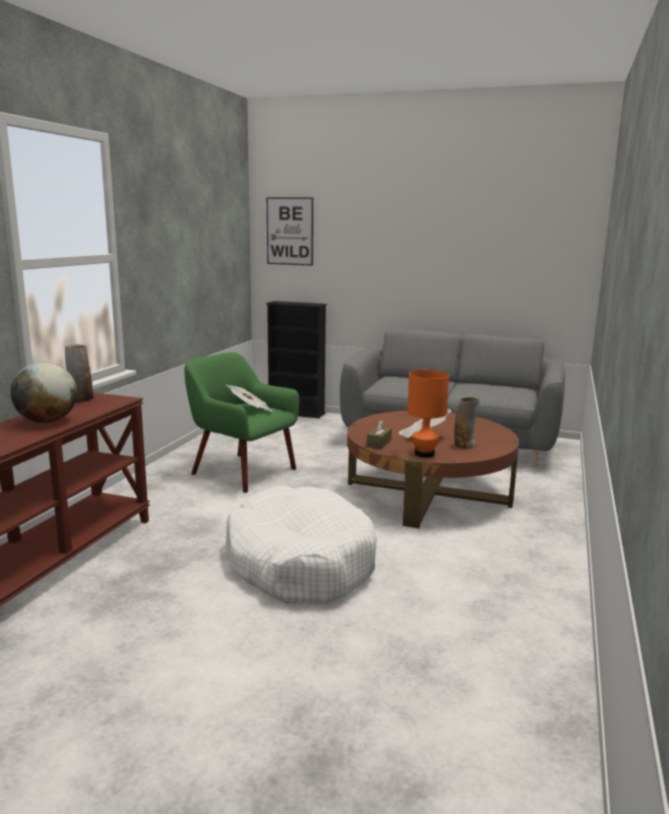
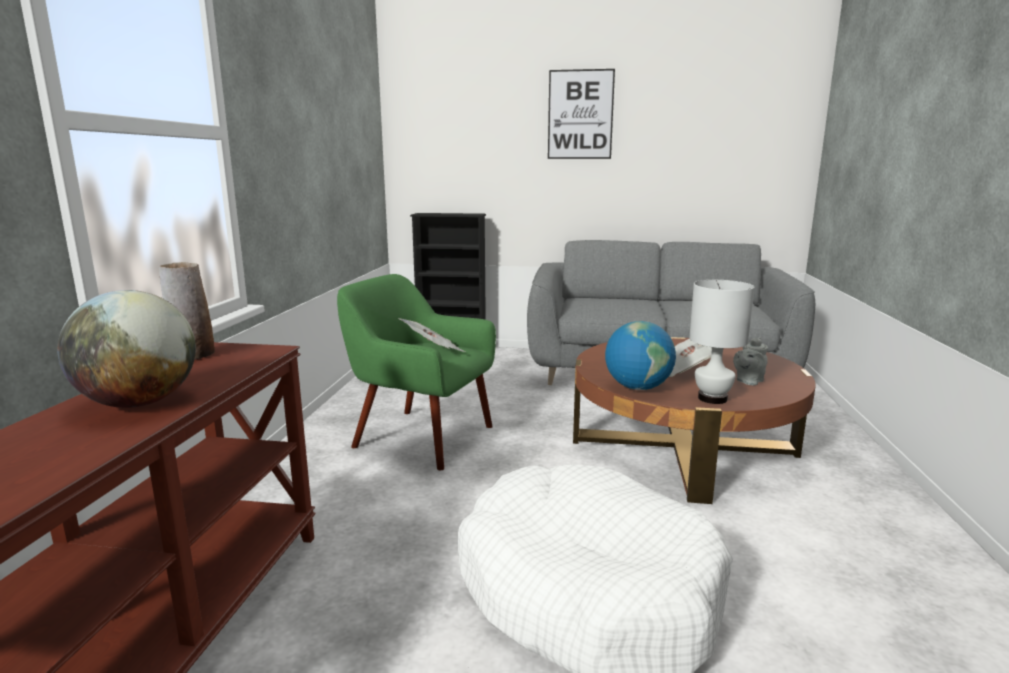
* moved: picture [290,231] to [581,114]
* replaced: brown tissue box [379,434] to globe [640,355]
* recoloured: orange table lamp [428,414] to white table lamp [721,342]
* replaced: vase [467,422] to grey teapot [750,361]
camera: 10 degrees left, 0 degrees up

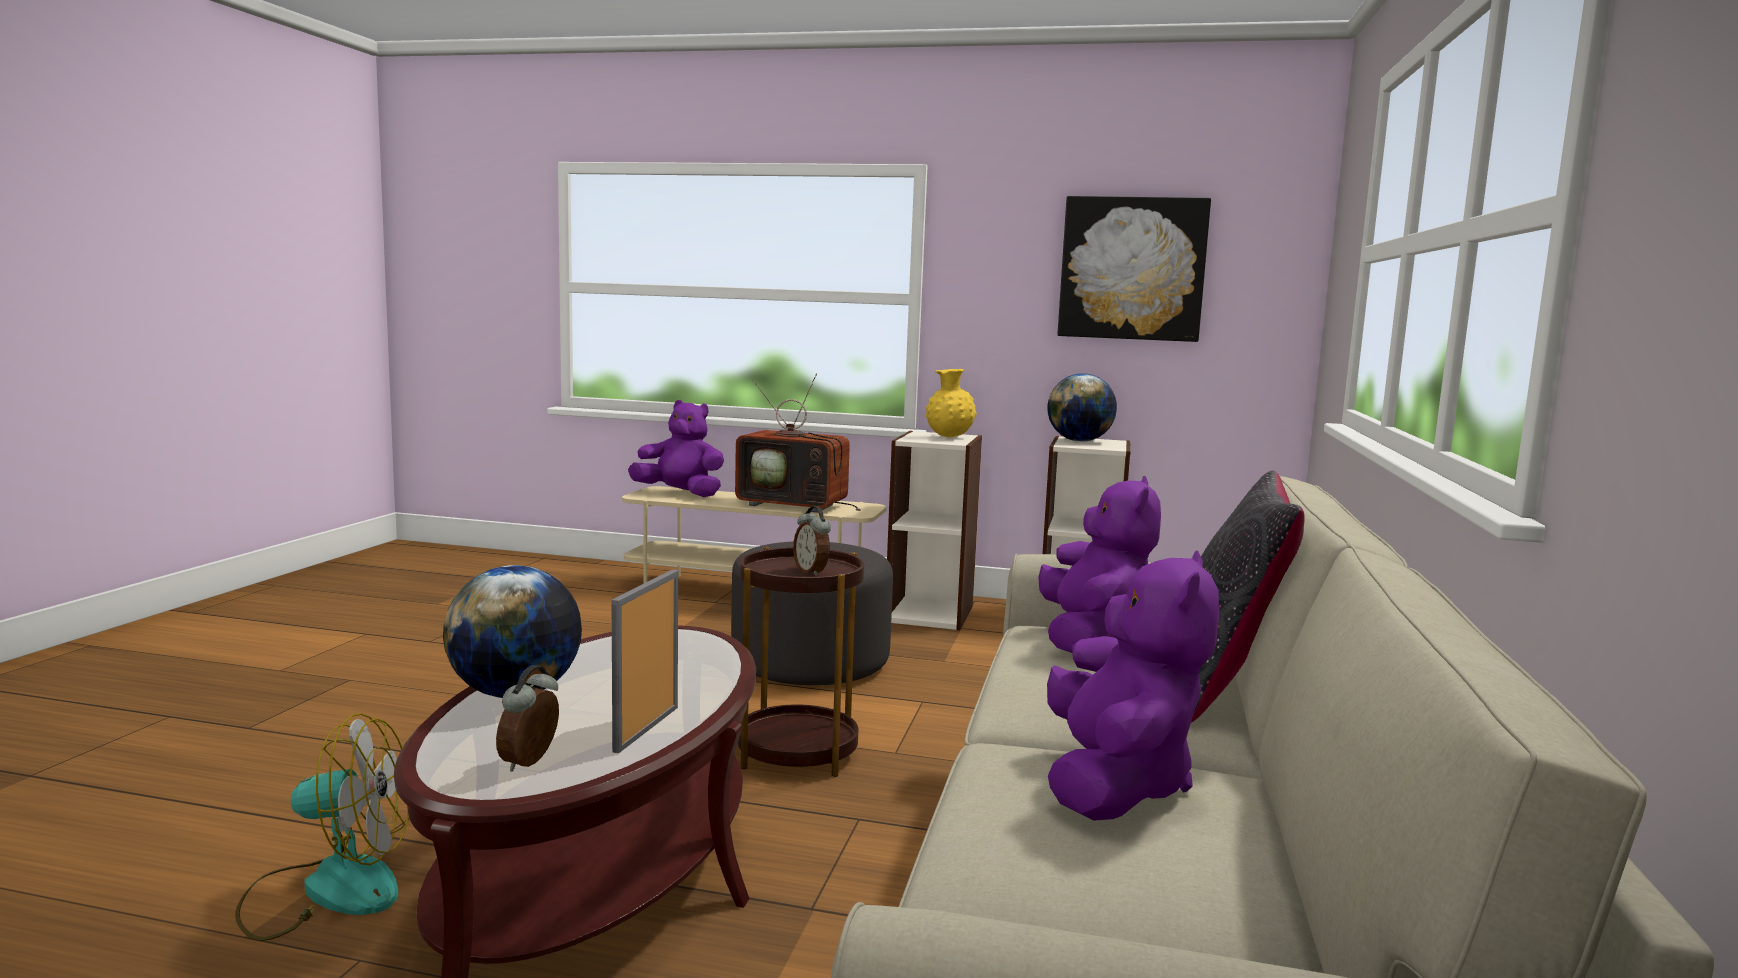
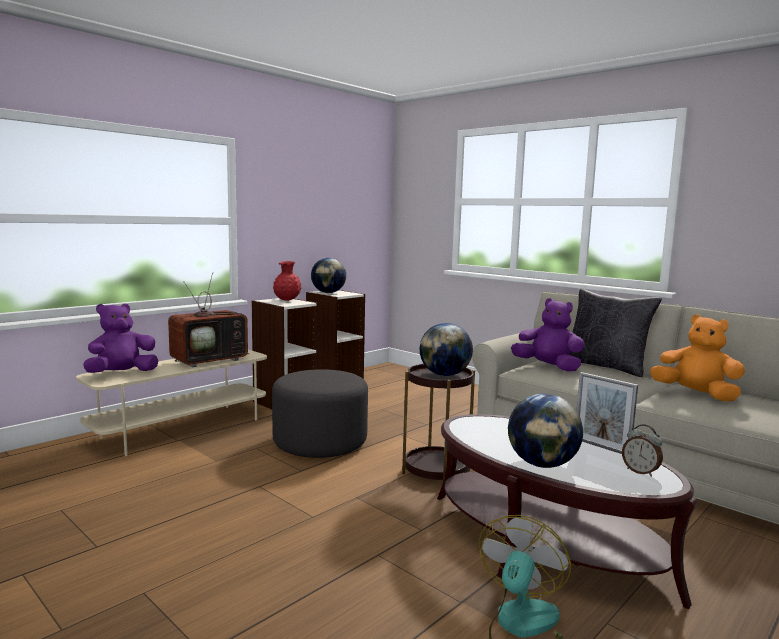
* replaced: alarm clock [812,541] to globe [446,349]
* recoloured: yellow vase [951,403] to red vase [287,281]
* recoloured: purple plush toy [1133,685] to orange plush toy [697,357]
* removed: picture [1134,269]
camera: 60 degrees left, 0 degrees up

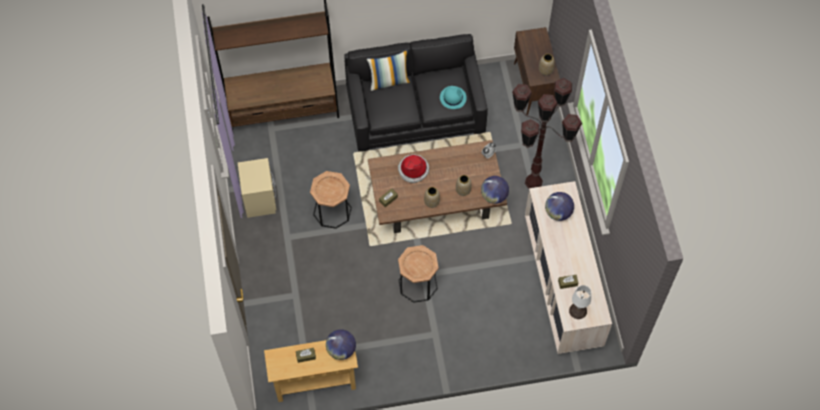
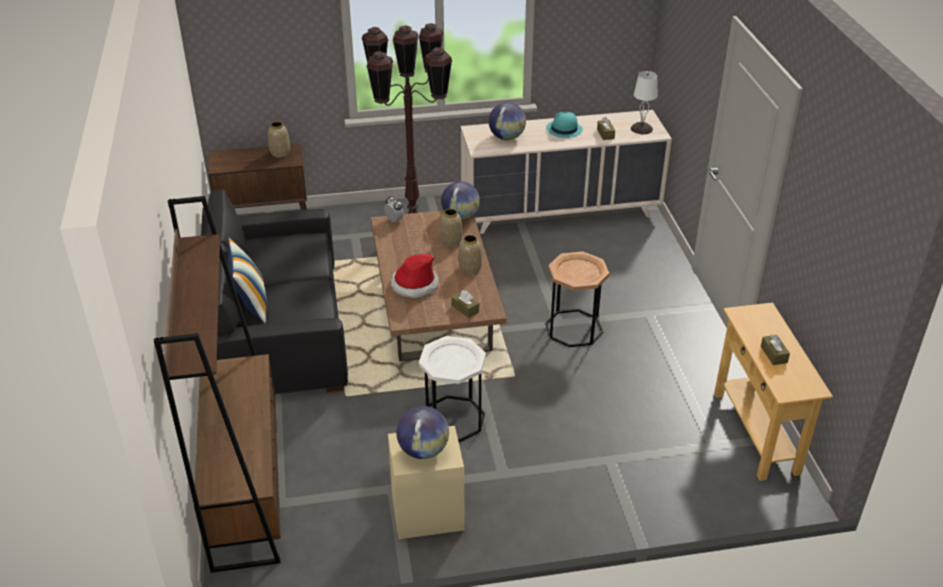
* recoloured: brown side table [331,200] to white side table [452,389]
* moved: globe [341,344] to [422,432]
* moved: turquoise hat [453,97] to [564,125]
camera: 90 degrees left, 25 degrees down

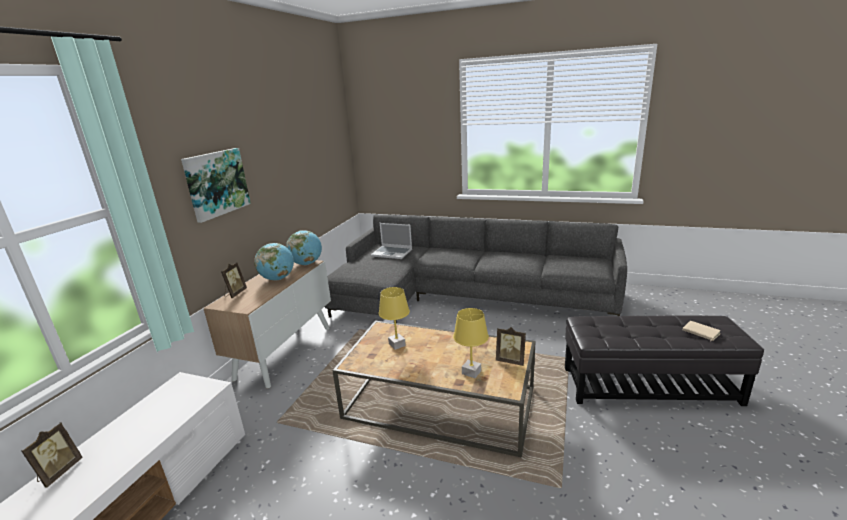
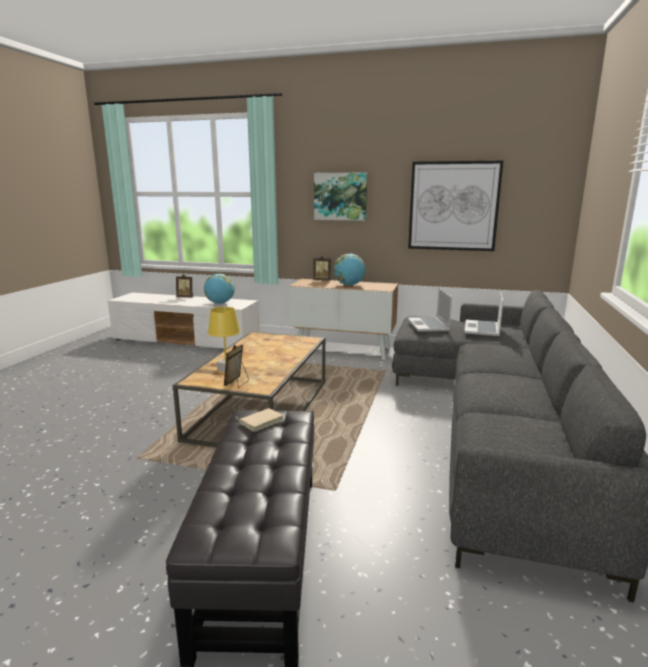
* moved: globe [304,247] to [219,289]
* removed: yellow table lamp [394,318]
* moved: beige book [702,331] to [260,420]
* added: picture [455,206]
* added: laptop [430,310]
camera: 85 degrees right, 5 degrees down

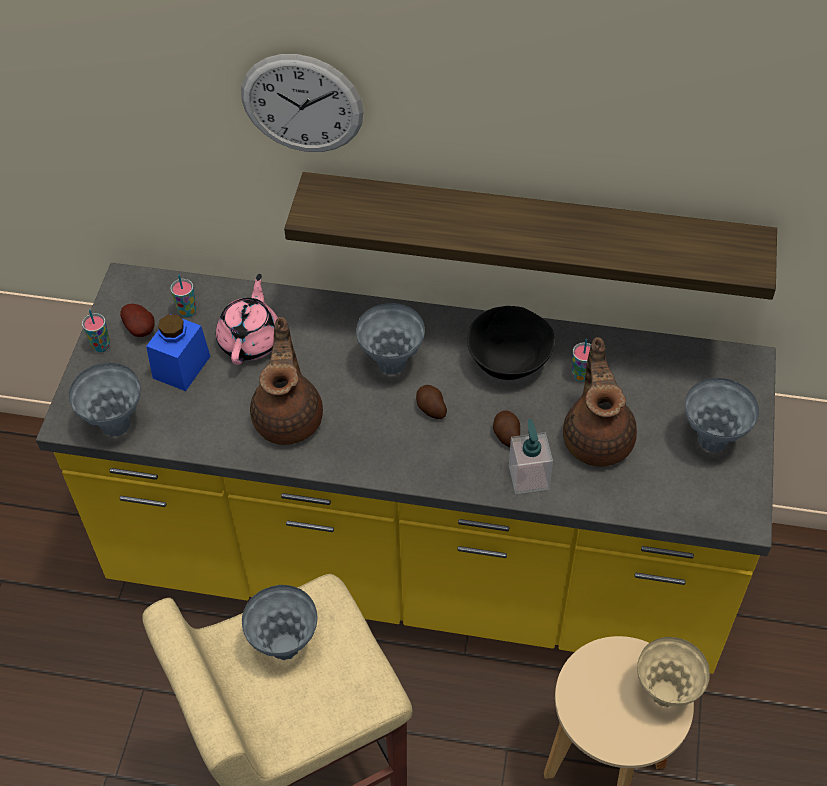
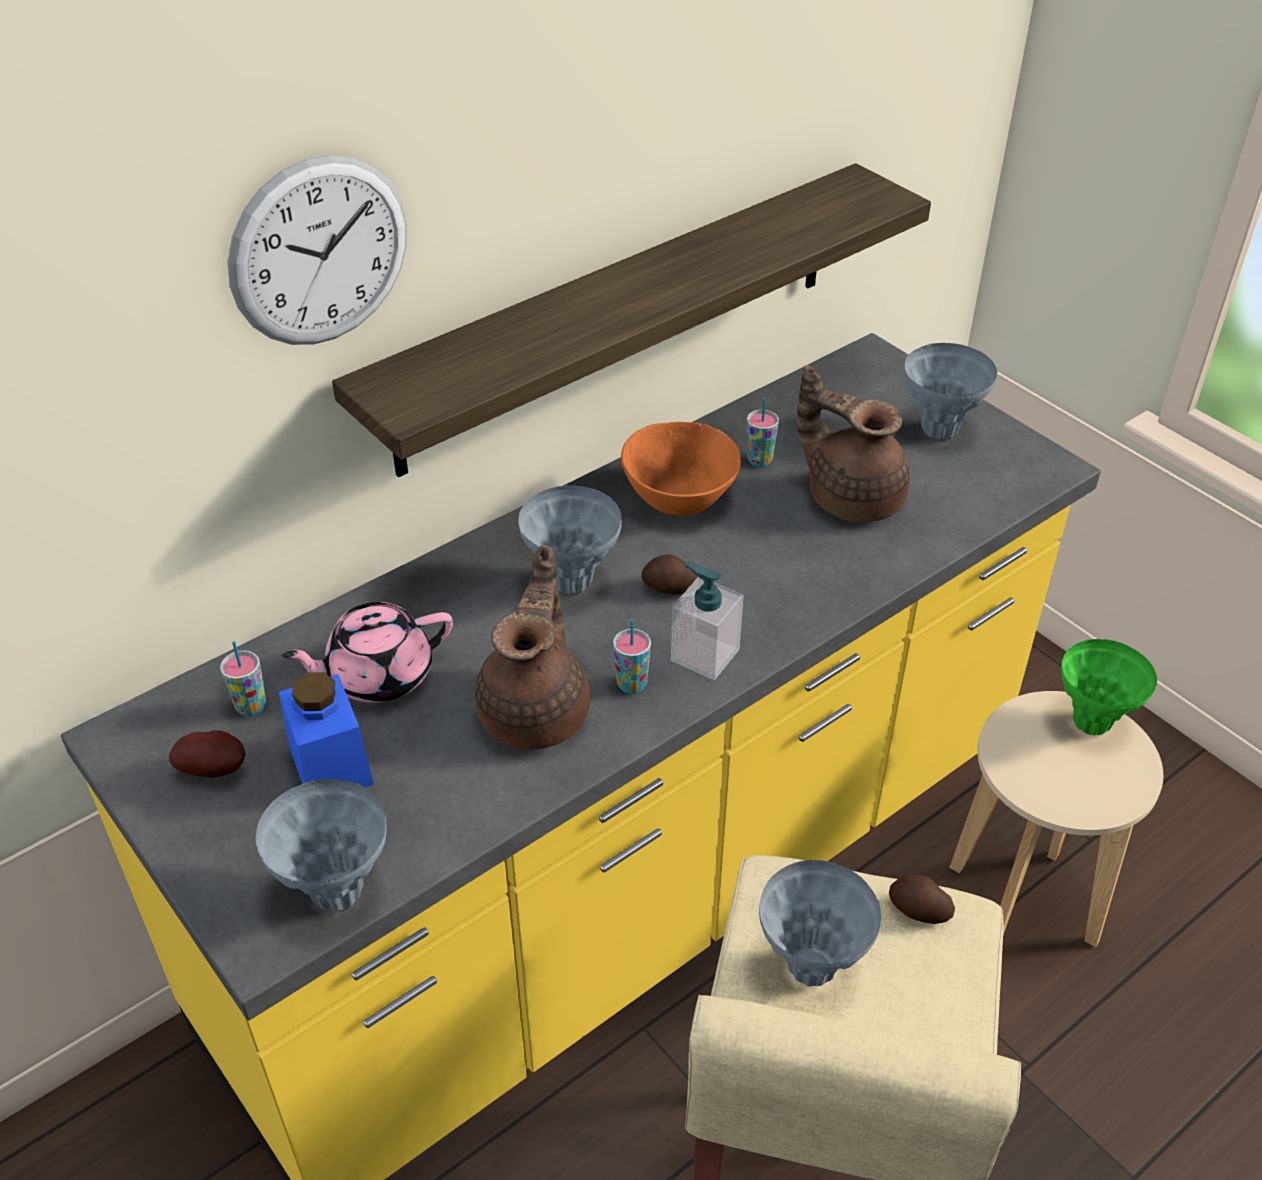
* moved: cup [96,330] to [632,656]
* turned: pink teapot [247,319] = [367,652] 75 degrees counterclockwise
* turned: brown teapot [286,381] = [533,647] 60 degrees clockwise
* recoloured: black bowl [511,343] to orange bowl [681,469]
* moved: potato [506,429] to [922,899]
* moved: soap dispenser [531,456] to [707,621]
* recoloured: beige vase [673,672] to green vase [1109,687]
camera: 50 degrees left, 10 degrees down

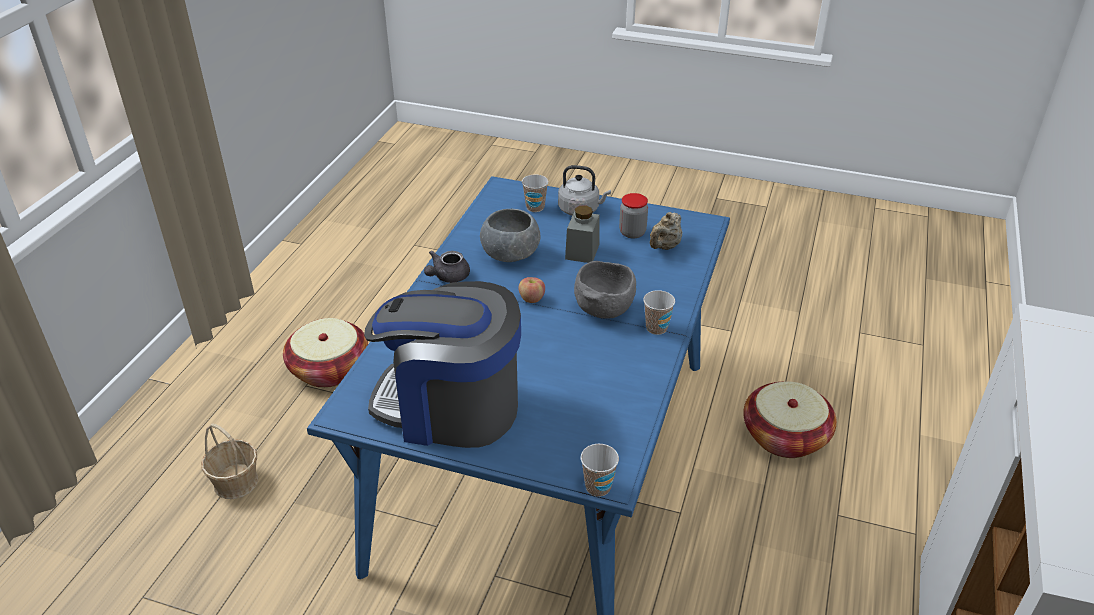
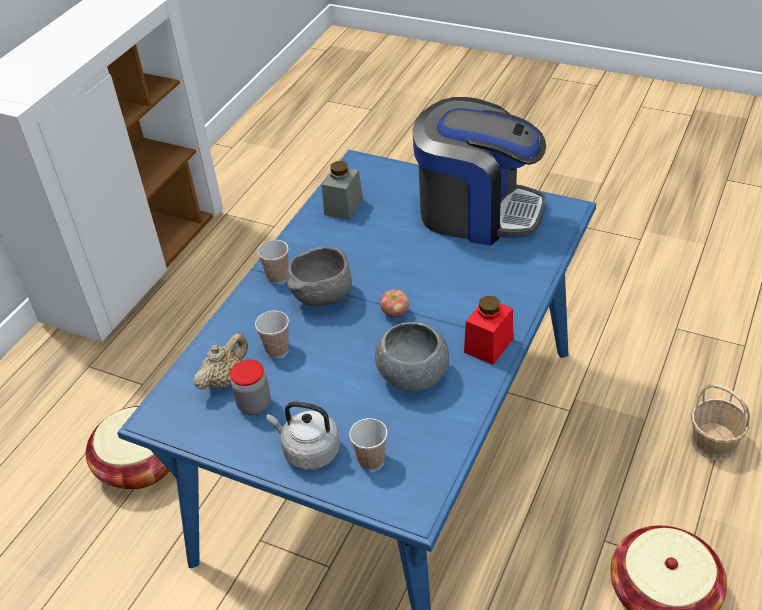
* replaced: grey teapot [447,266] to red jar [488,330]
* moved: grey jar [582,234] to [342,190]
* moved: cup [600,470] to [272,334]
camera: 170 degrees left, 5 degrees up

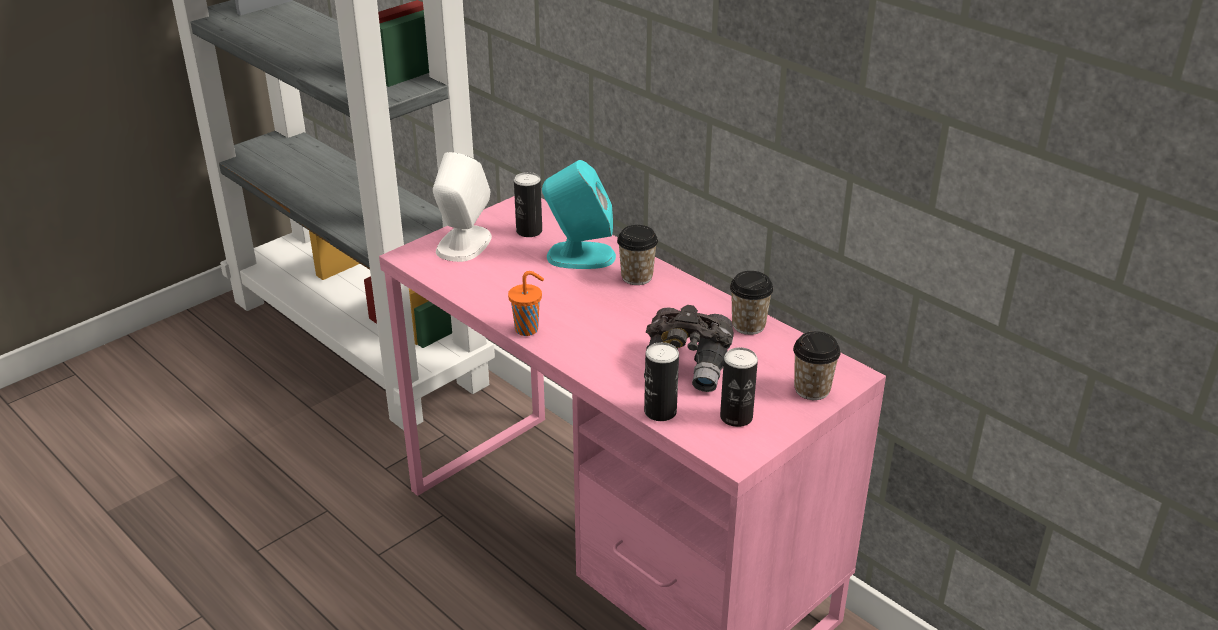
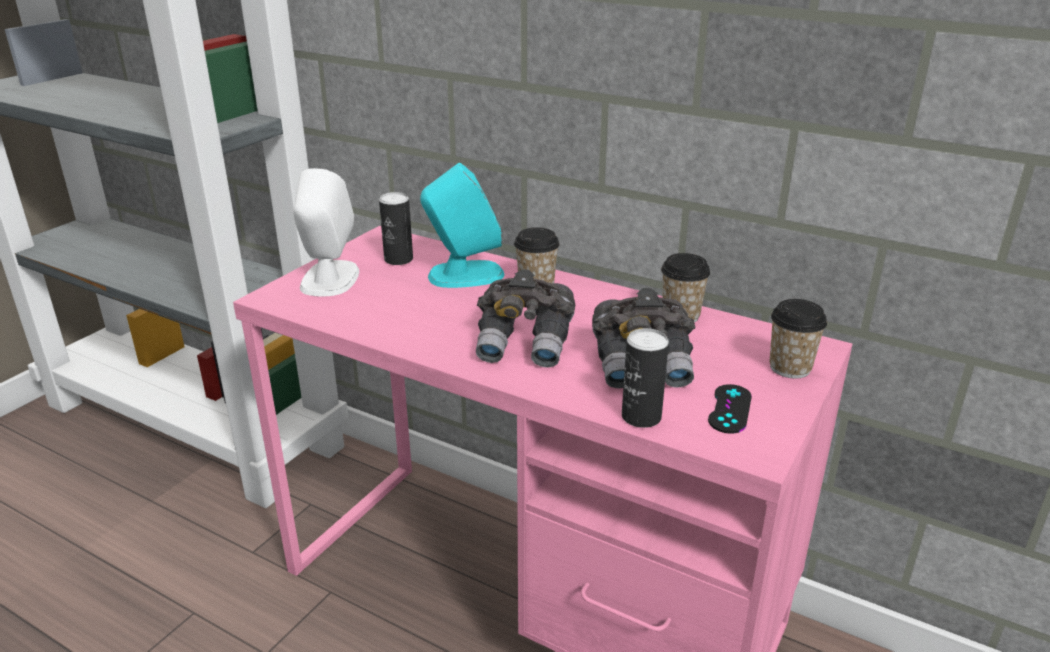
* removed: orange cup [526,303]
* replaced: can [739,387] to black game controller [730,409]
* added: grey binoculars [525,318]
camera: 15 degrees left, 5 degrees down

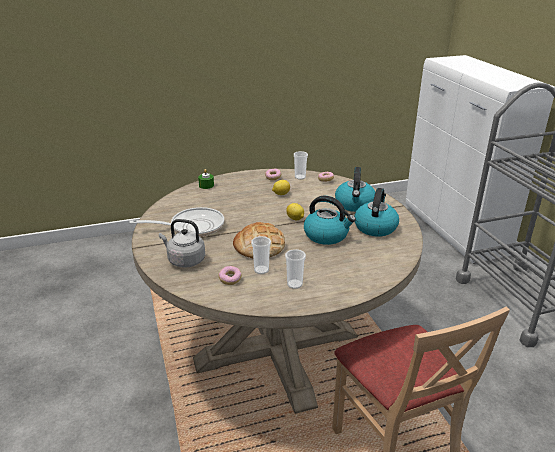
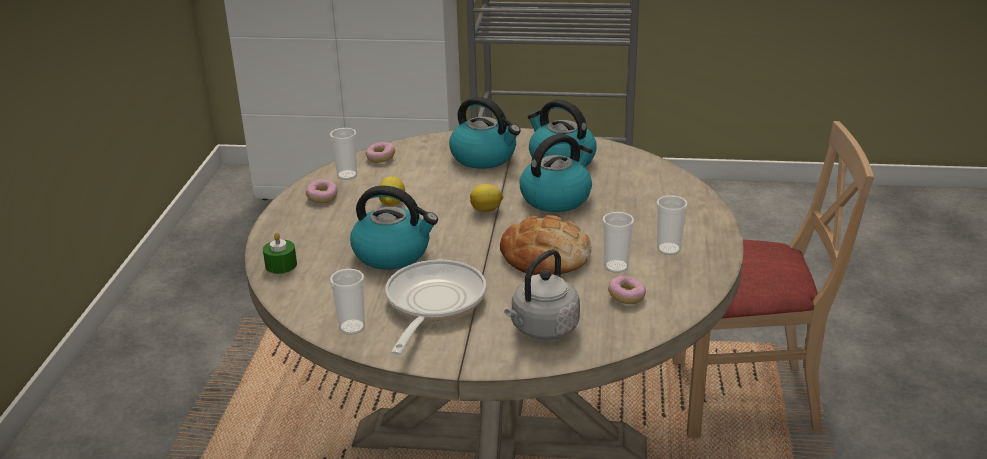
* added: cup [347,302]
* added: kettle [394,228]
camera: 65 degrees left, 0 degrees up

